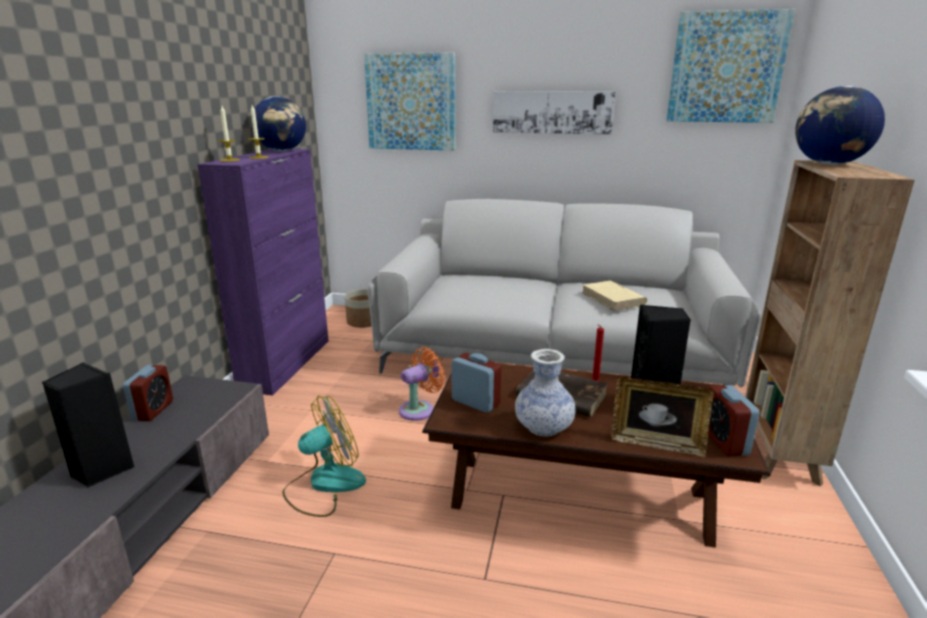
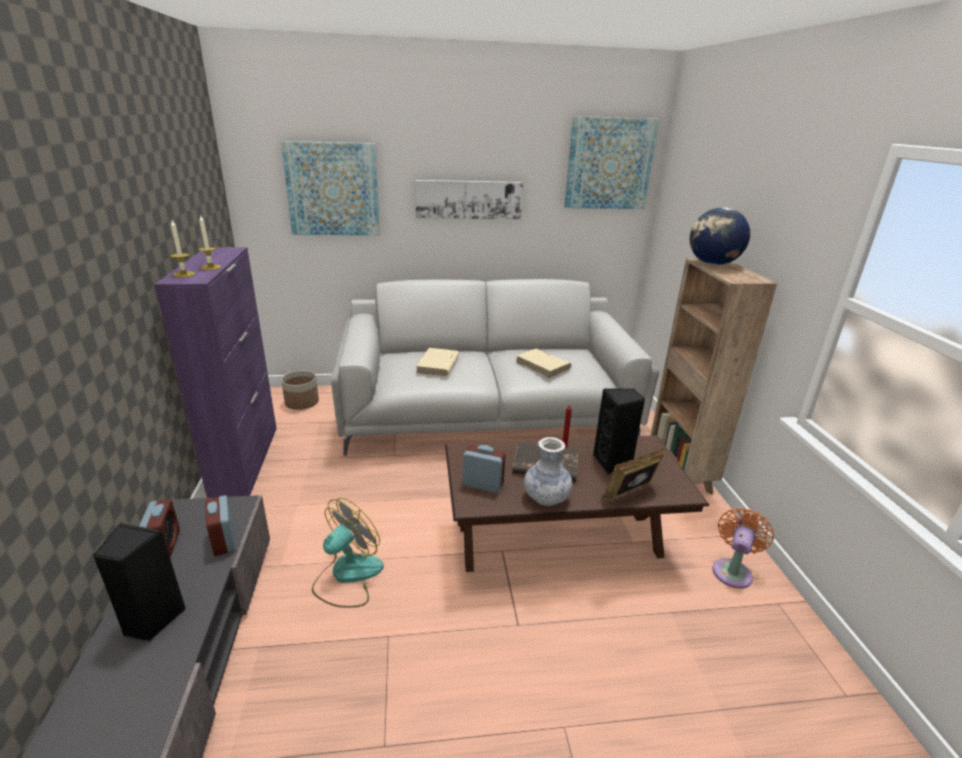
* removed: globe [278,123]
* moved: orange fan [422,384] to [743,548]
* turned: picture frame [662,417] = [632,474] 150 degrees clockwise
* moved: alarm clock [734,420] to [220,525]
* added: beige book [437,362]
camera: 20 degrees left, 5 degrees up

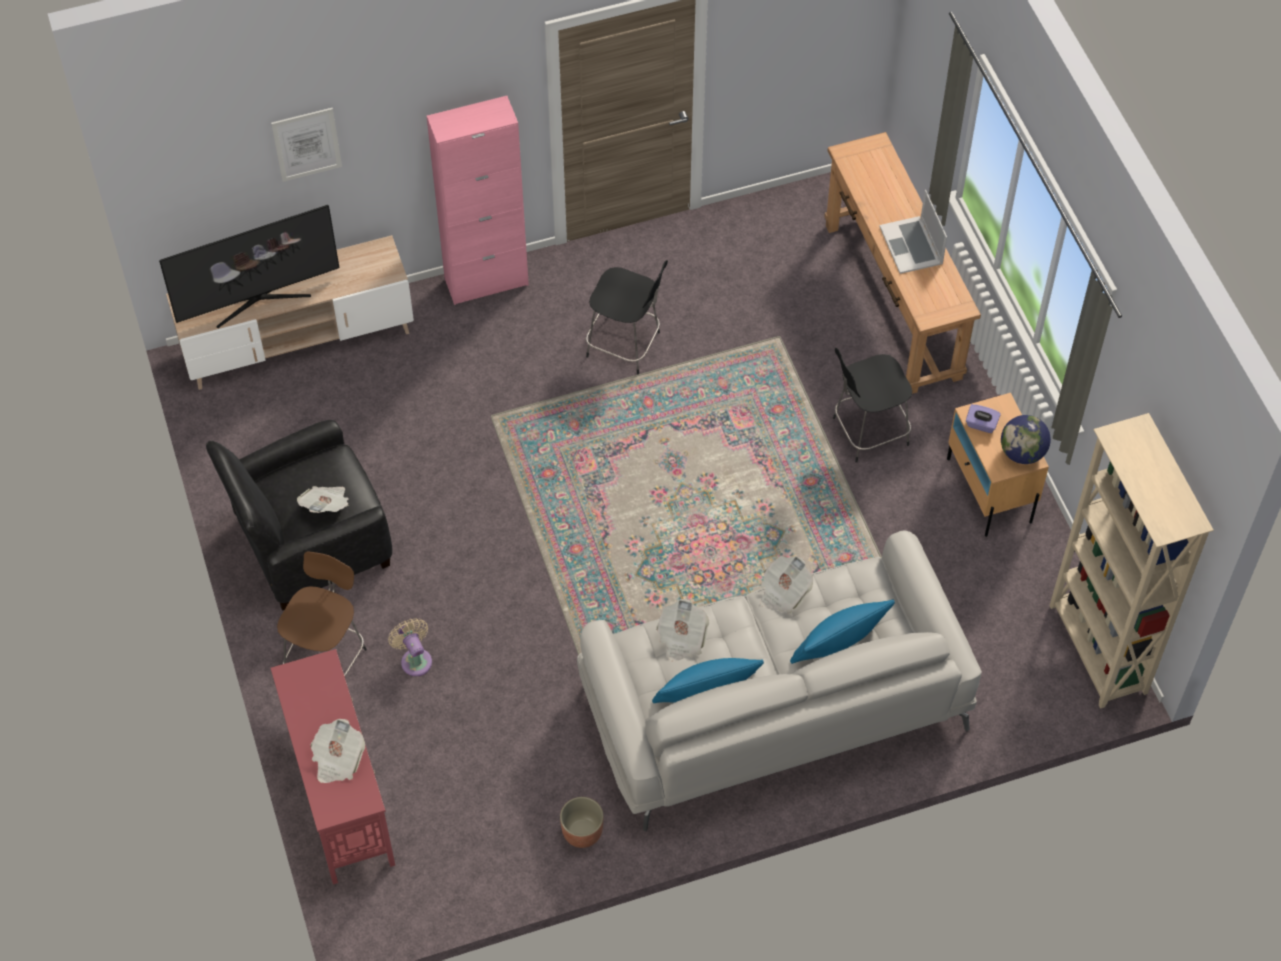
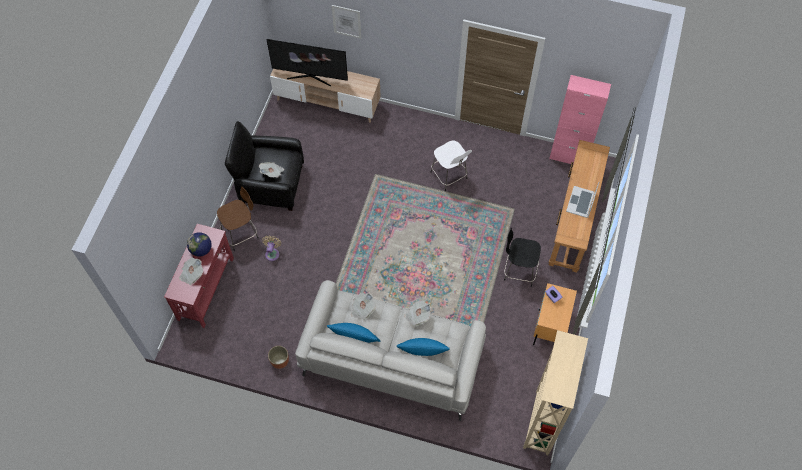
* moved: pink cabinet [478,200] to [580,119]
* recoloured: black stool [627,317] to white stool [451,166]
* moved: globe [1026,439] to [199,244]
camera: 35 degrees right, 5 degrees up

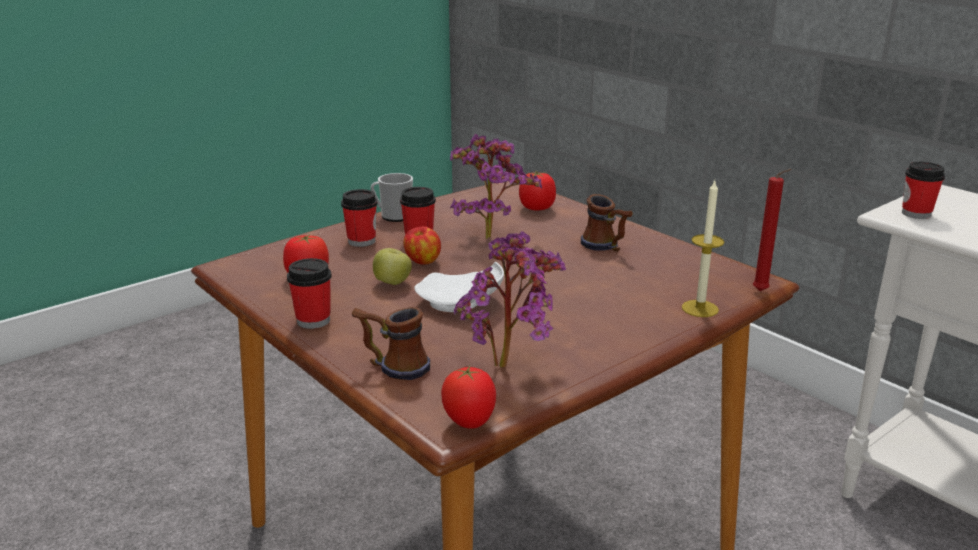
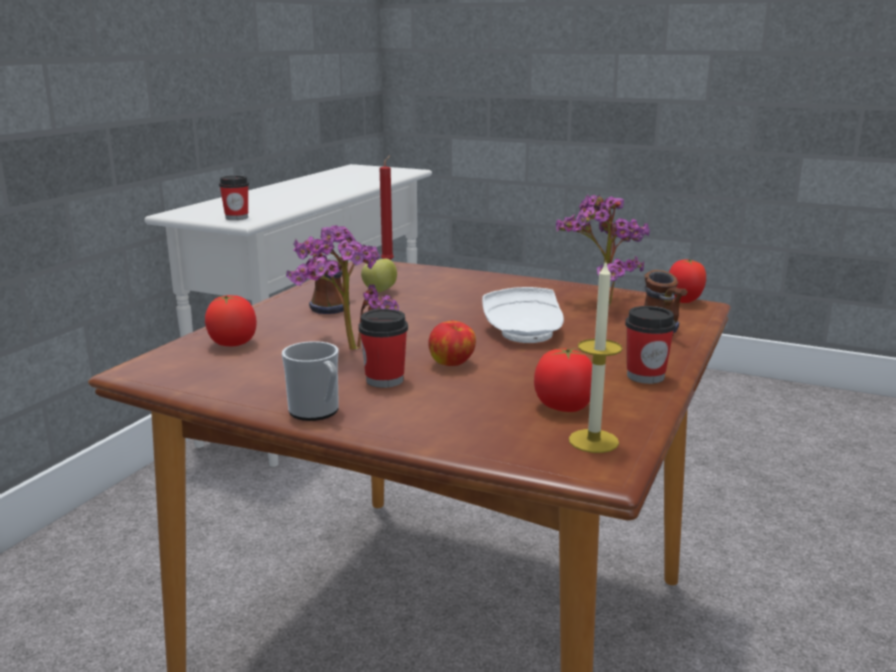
* removed: cup [359,218]
* moved: apple [392,266] to [379,275]
* moved: candle [703,249] to [596,357]
camera: 115 degrees left, 5 degrees down

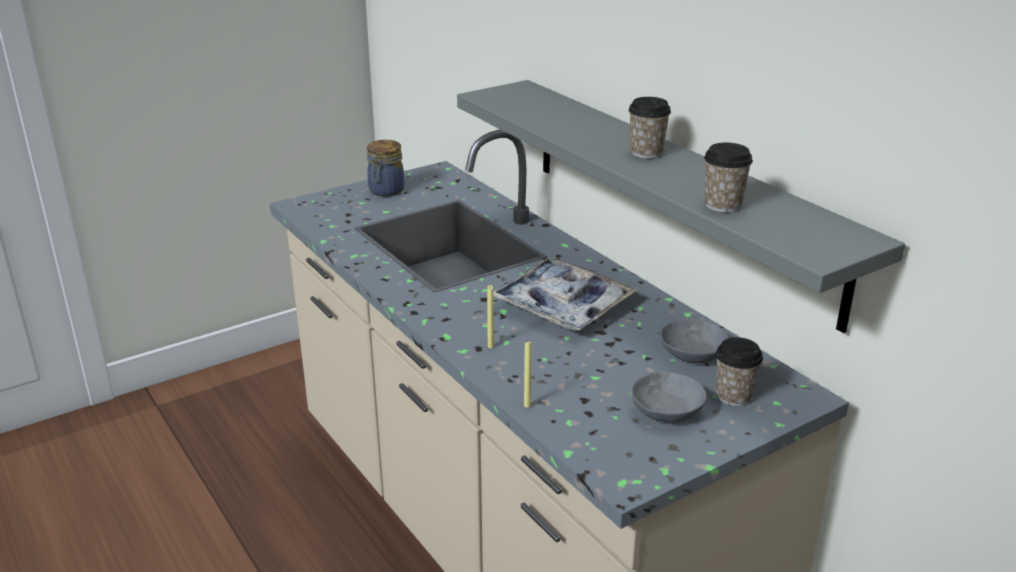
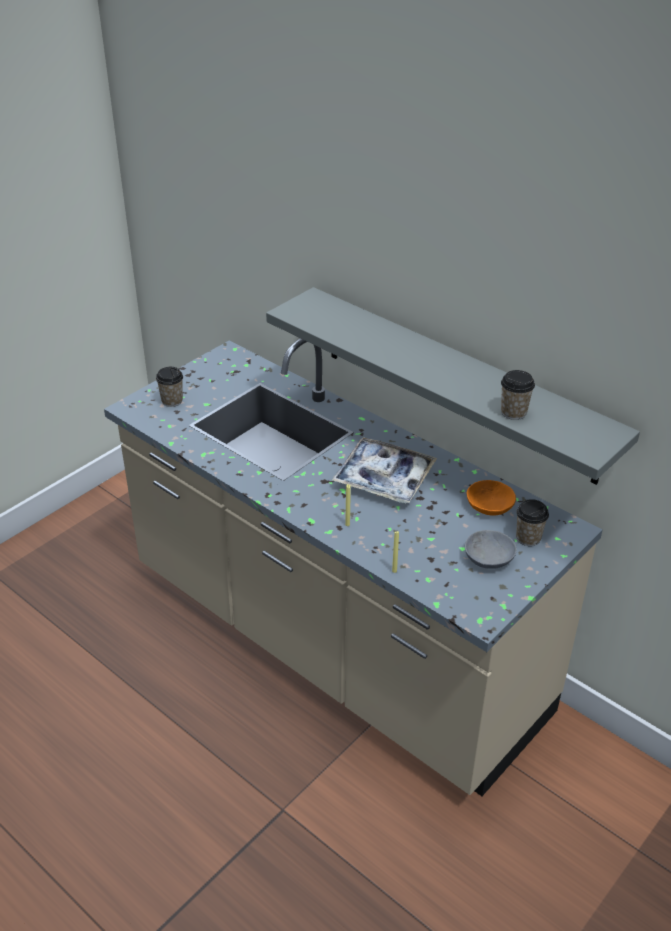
* removed: jar [385,168]
* moved: cup [649,128] to [169,387]
* recoloured: grey bowl [694,340] to orange bowl [491,498]
camera: 15 degrees left, 10 degrees up

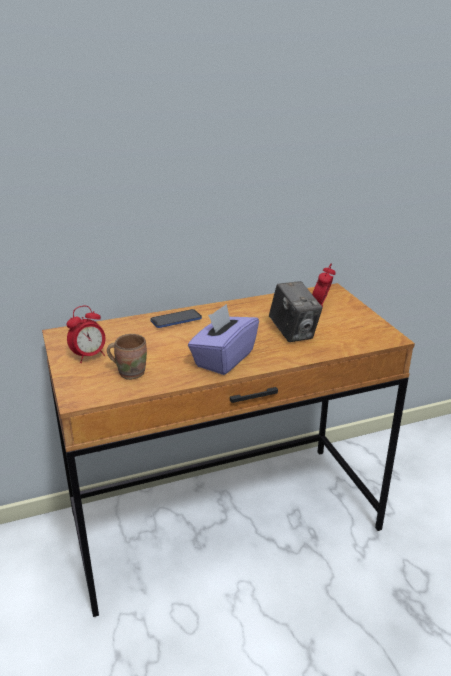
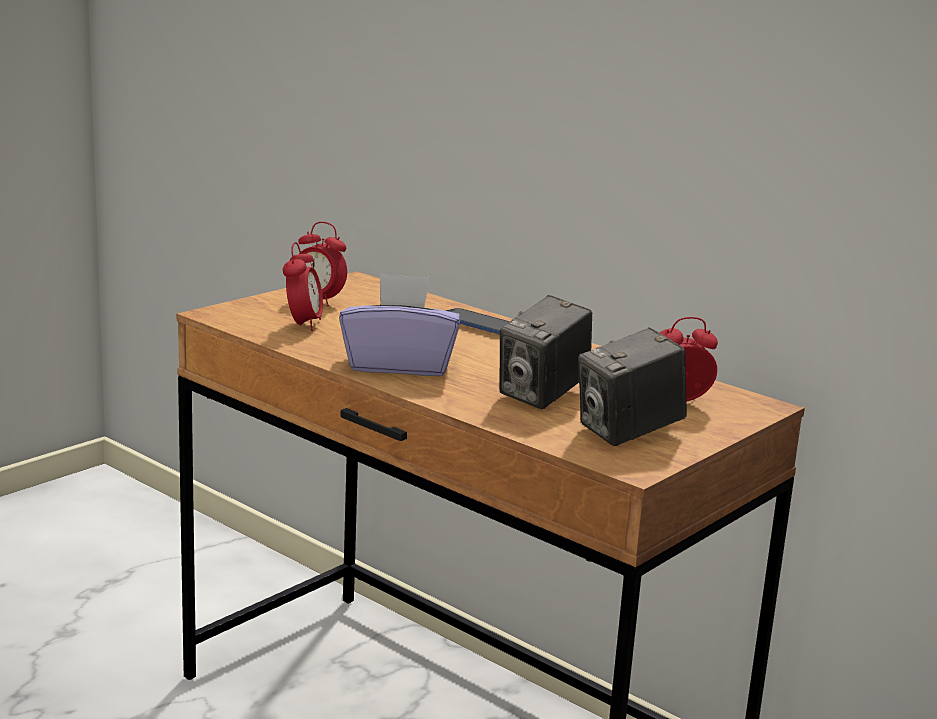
* replaced: brown mug [127,357] to alarm clock [303,286]
* added: photo camera [632,386]
camera: 60 degrees right, 10 degrees down

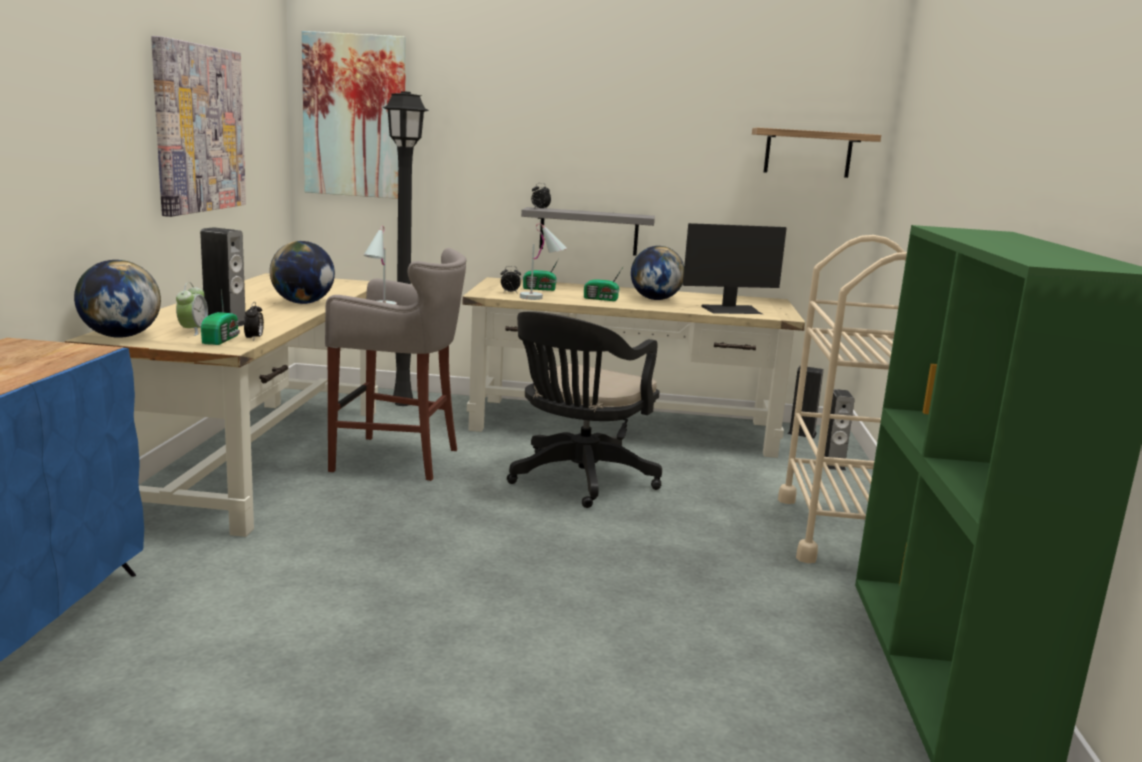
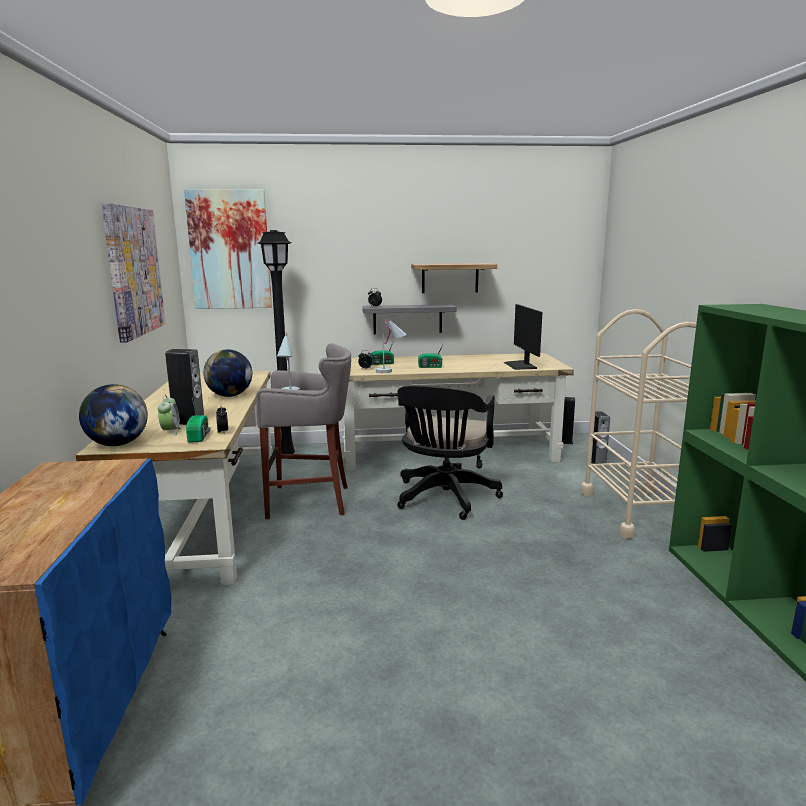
* removed: globe [657,273]
* turned: monitor [735,268] = [522,337] 105 degrees clockwise
* moved: shelf [816,153] to [454,278]
camera: 10 degrees left, 0 degrees up

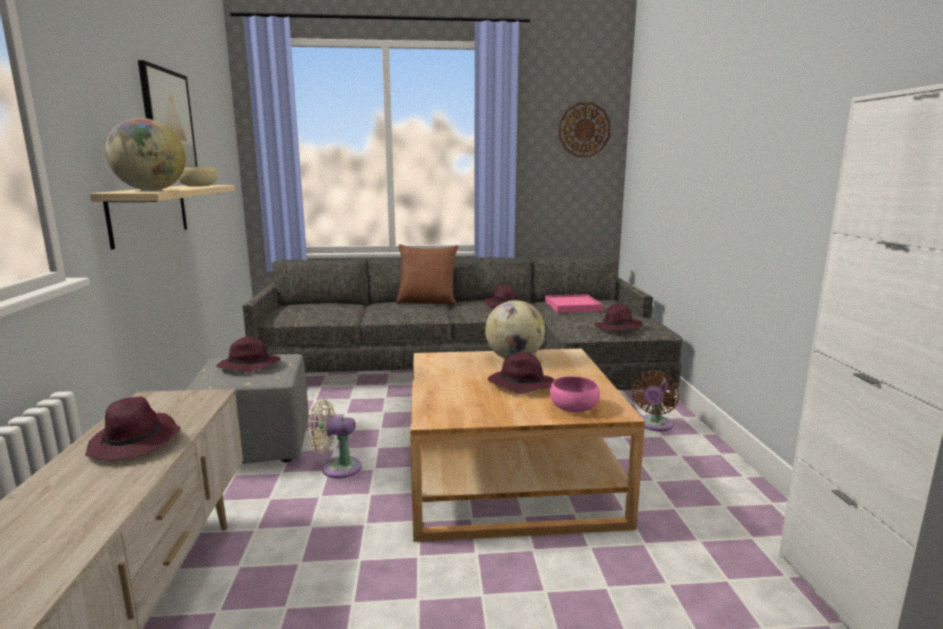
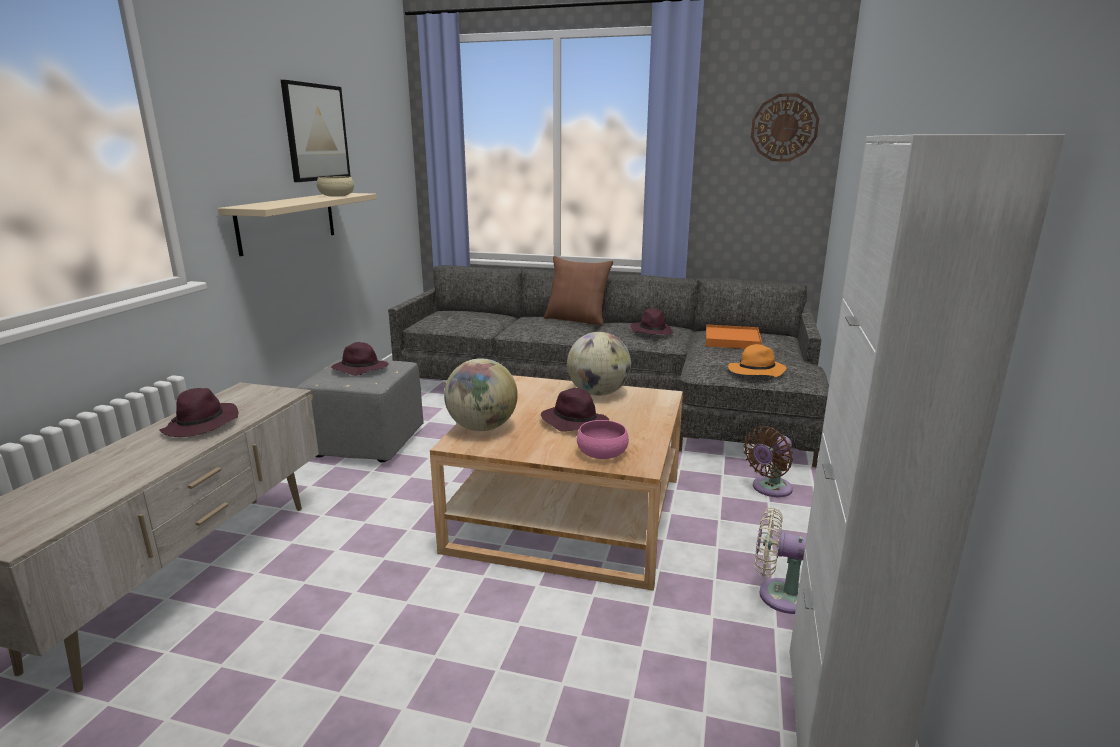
* moved: globe [145,154] to [481,394]
* moved: beige fan [335,439] to [780,560]
* recoloured: pink tray [574,303] to orange tray [734,336]
* recoloured: purple hat [618,317] to orange hat [757,360]
camera: 20 degrees right, 5 degrees up

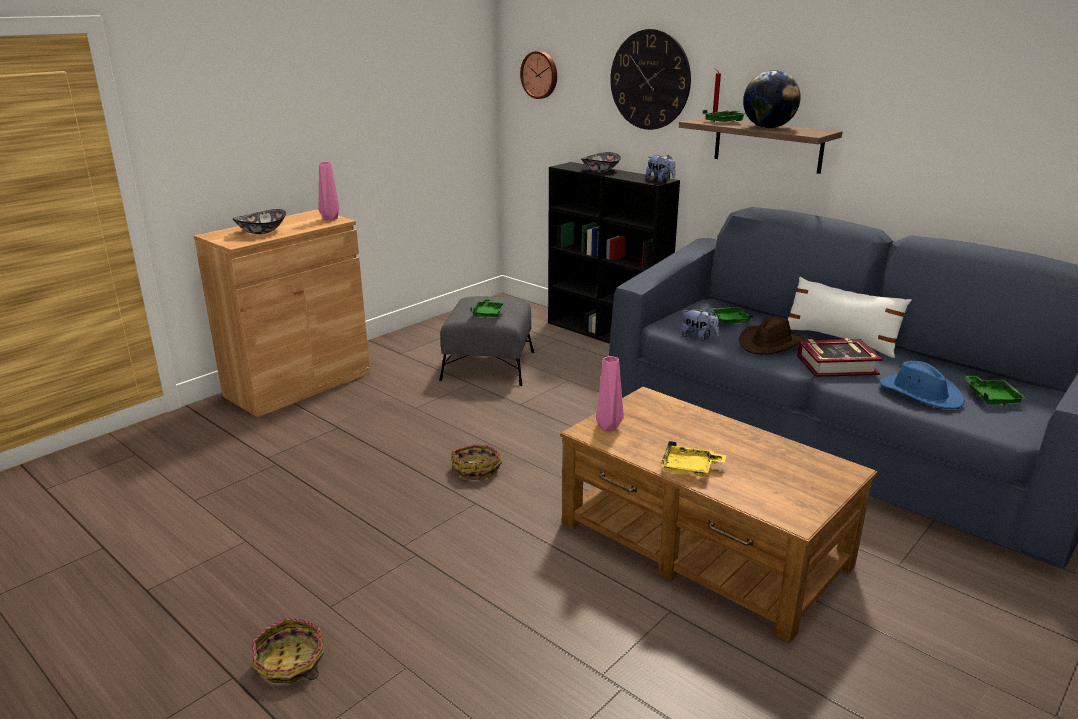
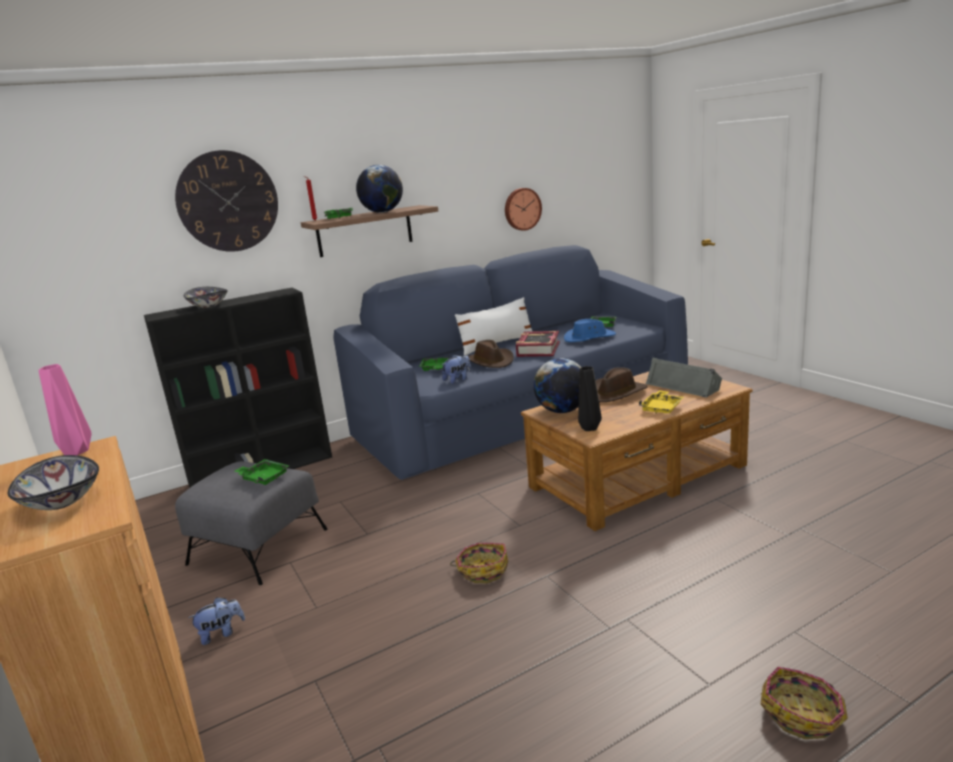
* moved: wall clock [538,75] to [523,209]
* recoloured: pink vase [610,393] to black vase [590,398]
* moved: plush toy [660,168] to [216,621]
* added: globe [557,385]
* added: brown hat [621,384]
* added: grey speaker [684,378]
camera: 70 degrees left, 5 degrees down

